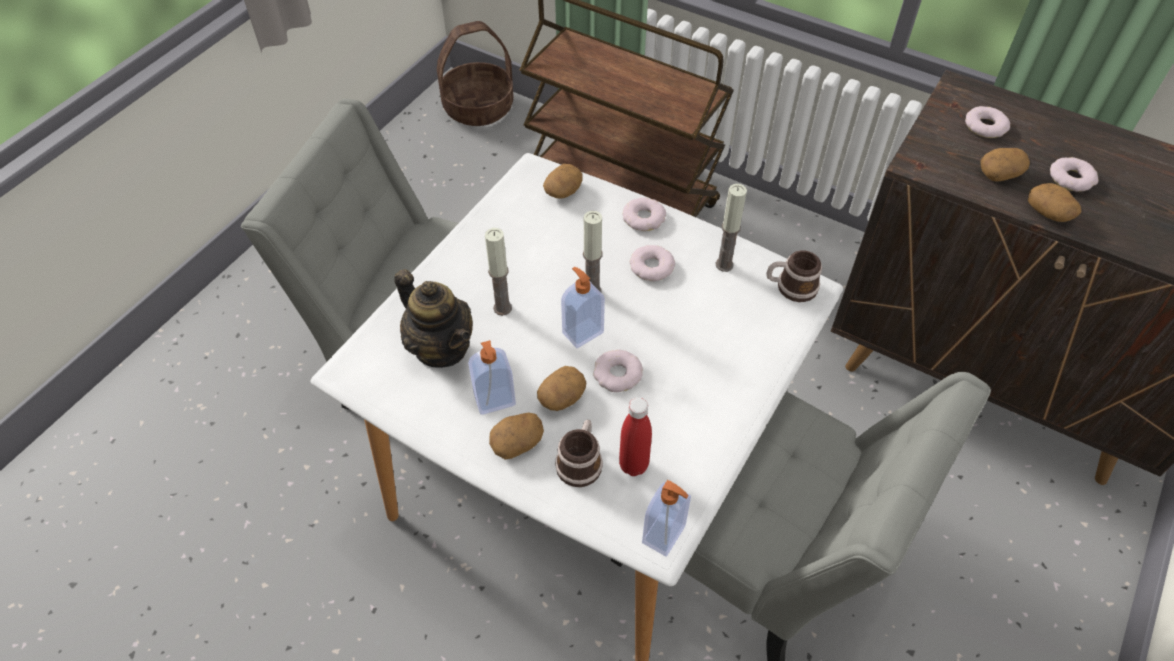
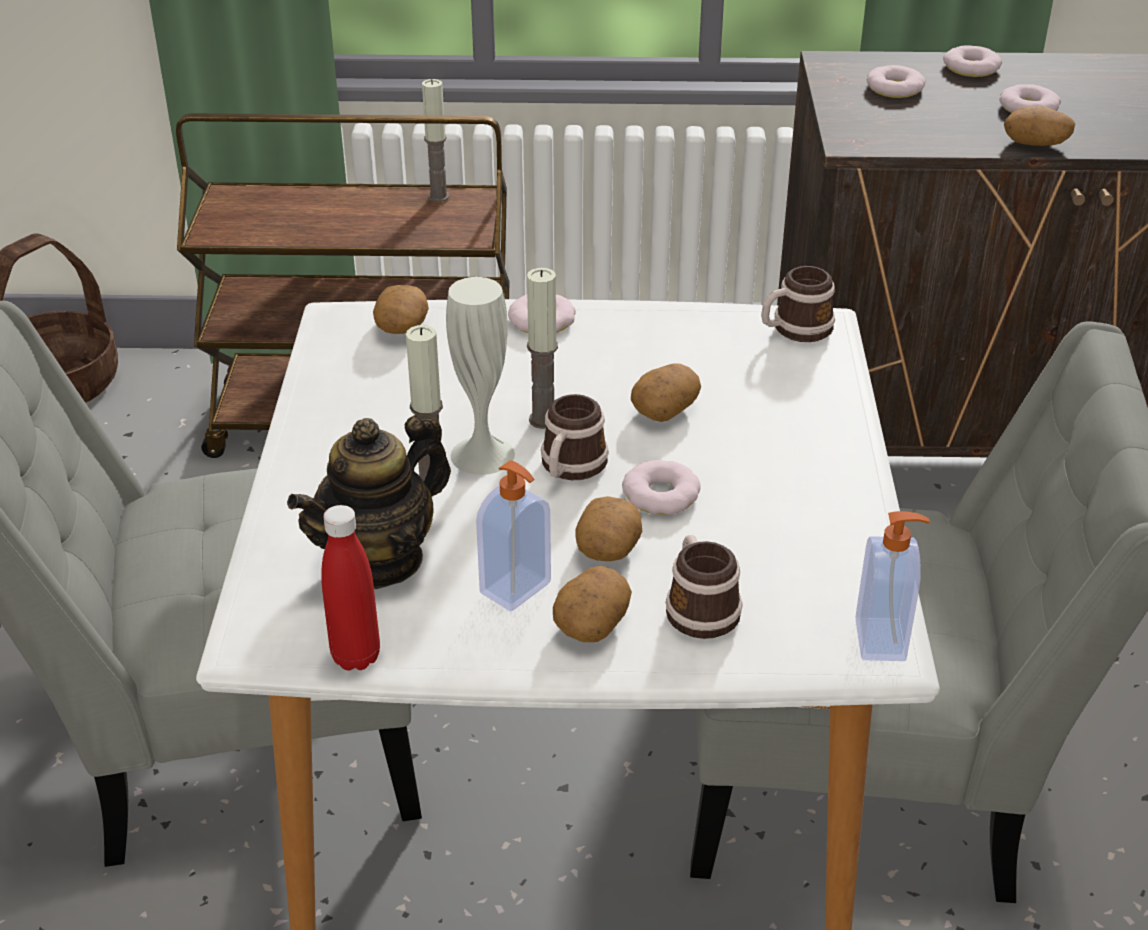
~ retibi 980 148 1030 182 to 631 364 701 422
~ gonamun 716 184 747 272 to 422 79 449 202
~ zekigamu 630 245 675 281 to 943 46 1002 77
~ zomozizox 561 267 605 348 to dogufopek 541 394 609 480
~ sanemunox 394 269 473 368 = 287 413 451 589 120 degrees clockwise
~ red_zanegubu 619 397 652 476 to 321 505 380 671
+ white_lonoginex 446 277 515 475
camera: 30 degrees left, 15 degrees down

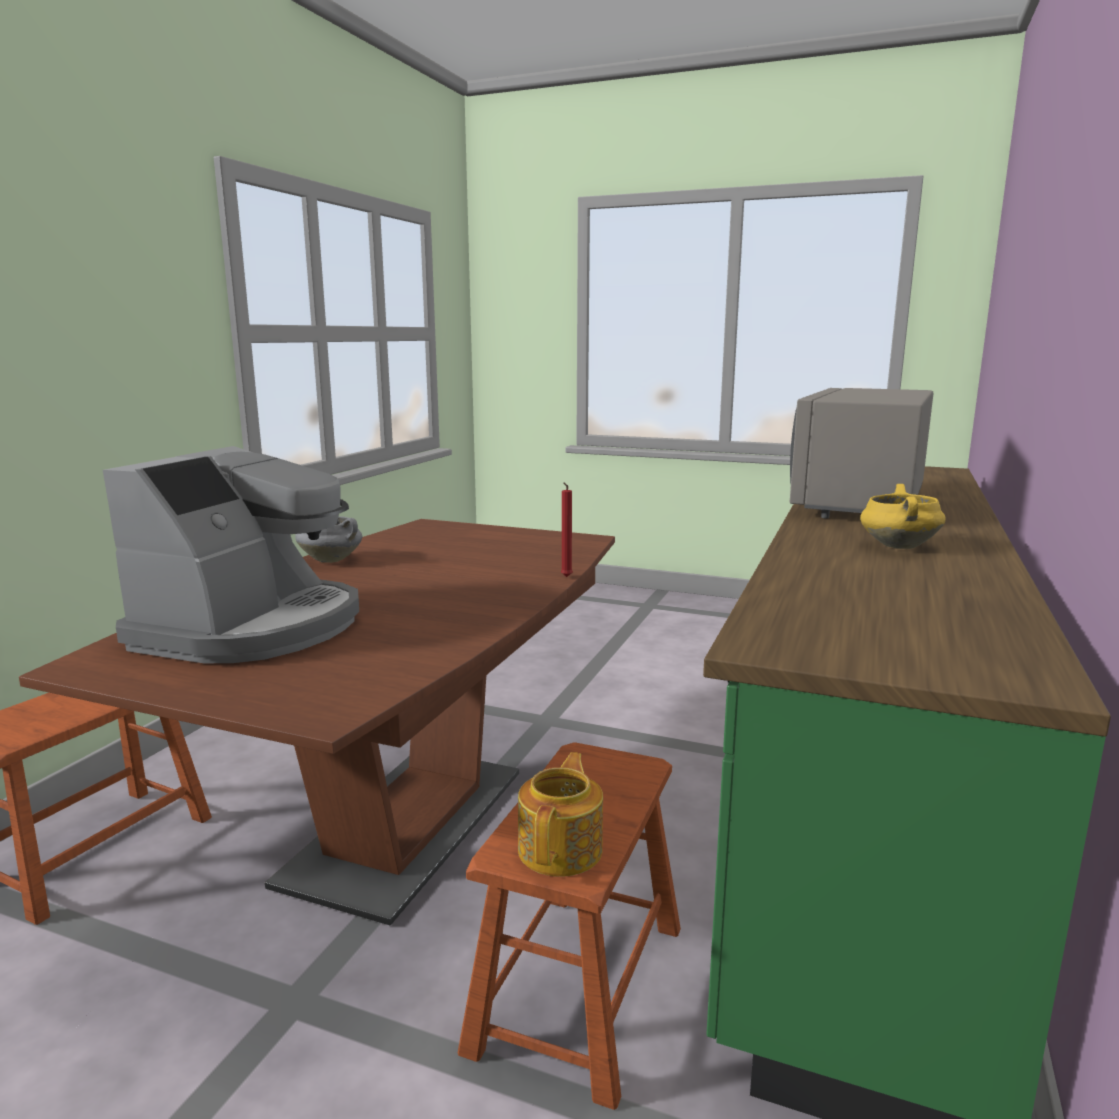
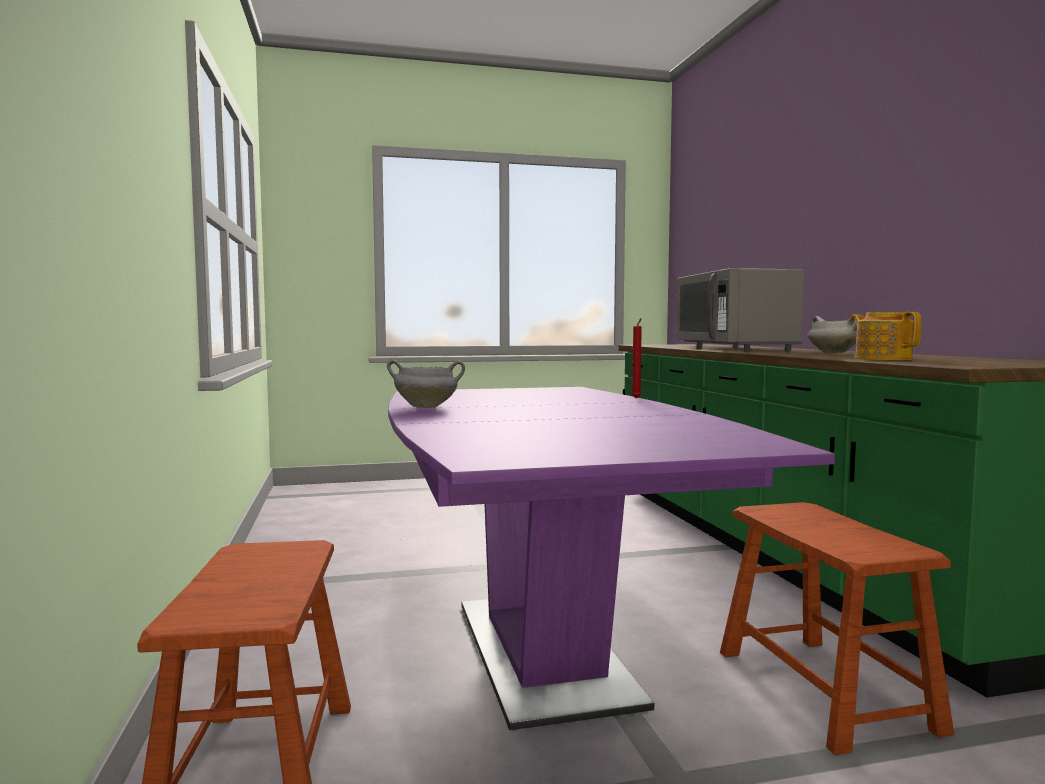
- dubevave 103 446 359 663
~ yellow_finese 860 484 946 549 to white_finese 808 316 857 353
~ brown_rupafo 19 519 615 925 to purple_rupafo 388 387 835 730
~ sanemunox 518 752 603 877 to 851 312 921 360
camera: 35 degrees left, 10 degrees down

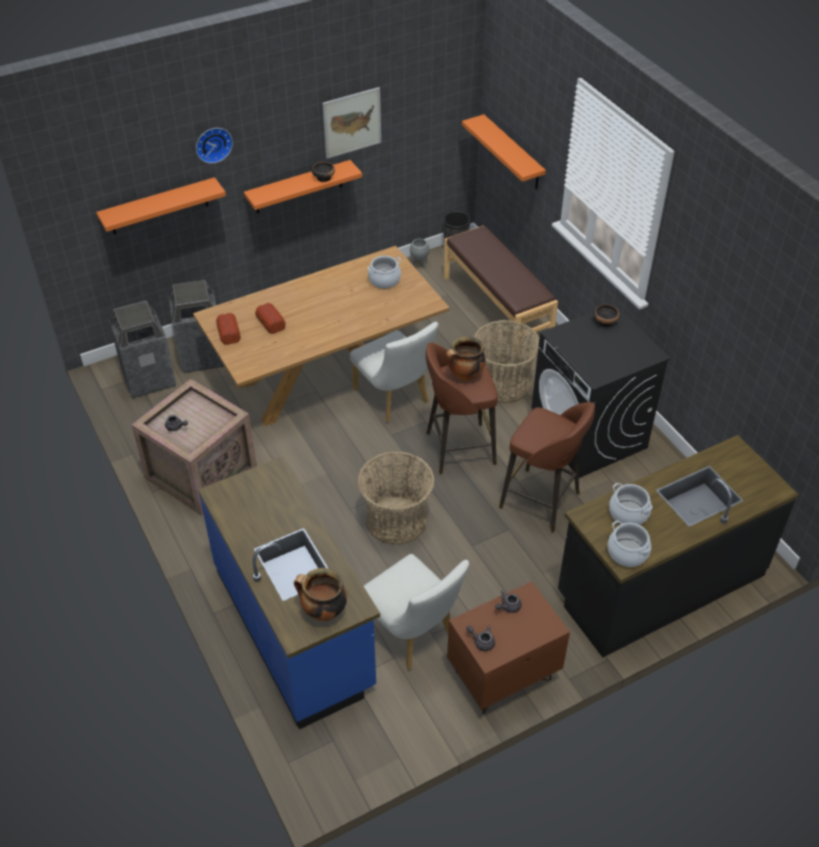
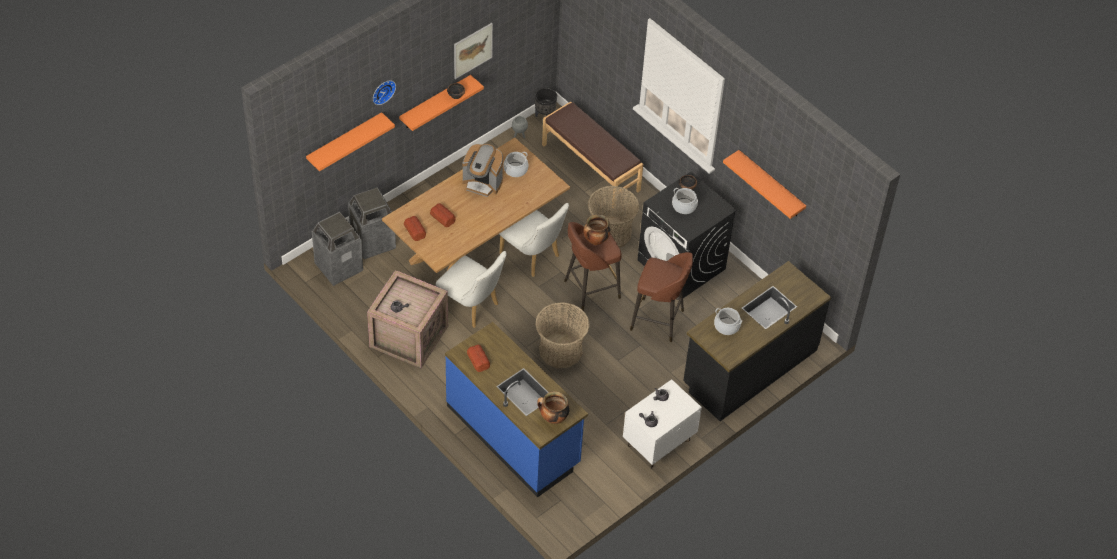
~ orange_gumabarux 462 114 546 189 to 723 150 806 219
~ finese 608 520 651 567 to 672 188 698 214
~ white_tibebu 364 554 469 670 to 436 251 507 328
~ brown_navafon 447 581 570 714 to white_navafon 623 379 702 469
+ dubevave 462 144 503 197
+ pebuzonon 467 344 490 372
camera: 15 degrees left, 5 degrees up

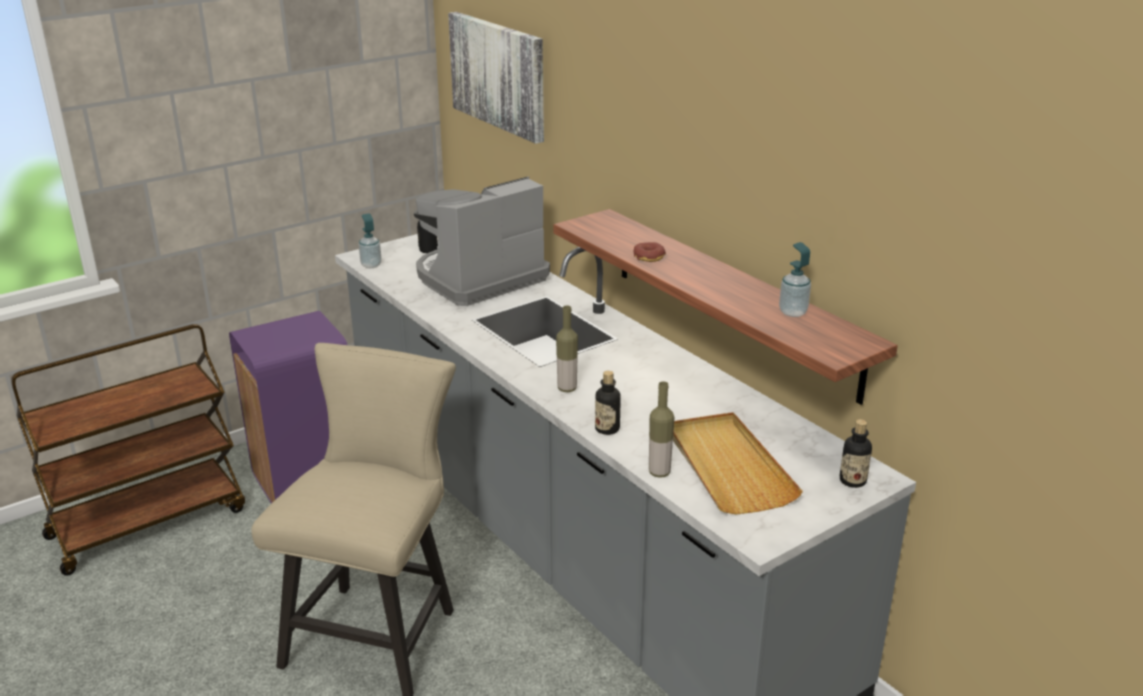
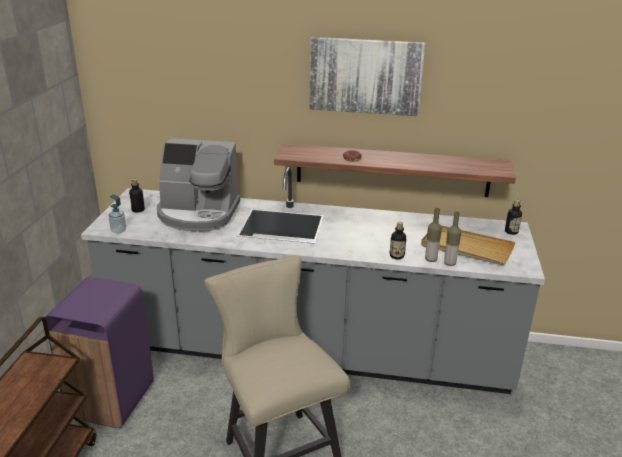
~ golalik 448 12 544 144 to 309 37 426 116
~ dubevave 414 177 550 306 = 157 138 240 232 90 degrees counterclockwise
- zomozizox 779 242 811 317
~ zanegubu 556 305 578 392 to 425 208 442 262
camera: 45 degrees left, 0 degrees up

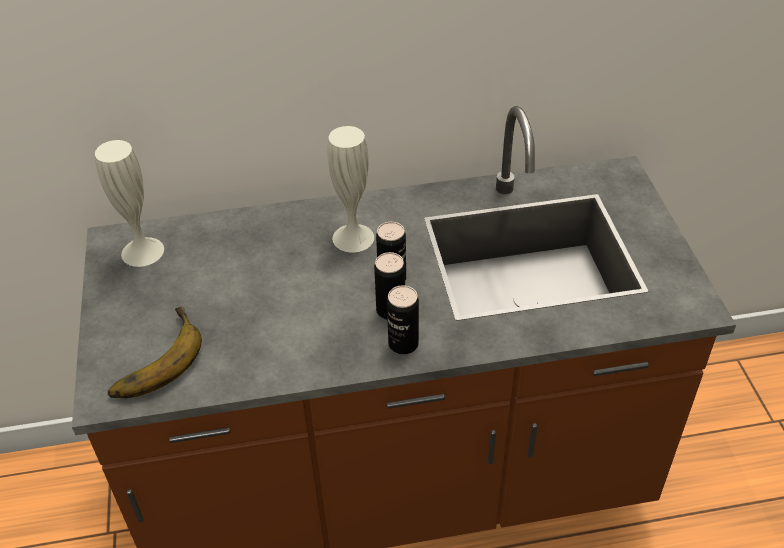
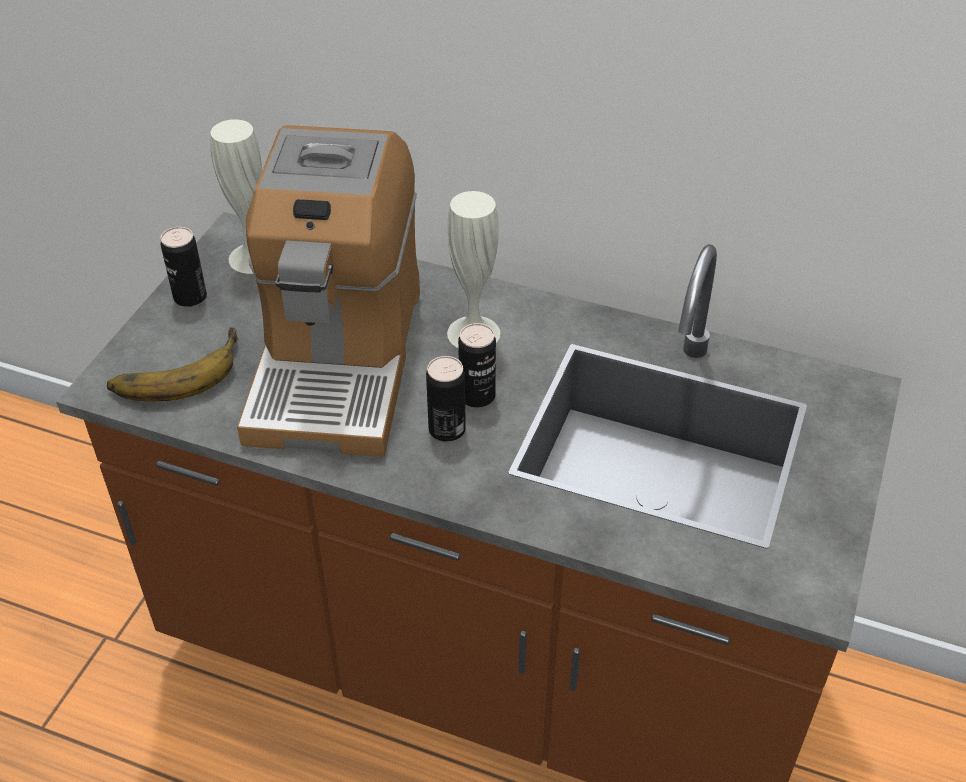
~ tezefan 387 285 419 354 to 160 227 207 307
+ dubevave 237 125 420 457
camera: 30 degrees right, 0 degrees up

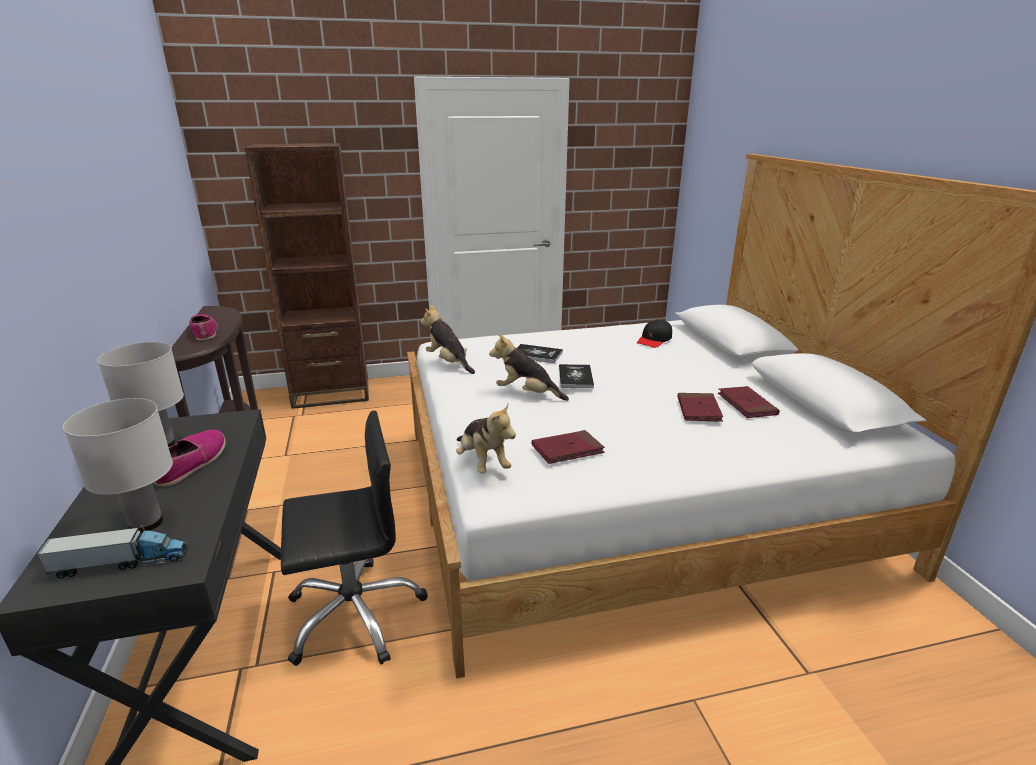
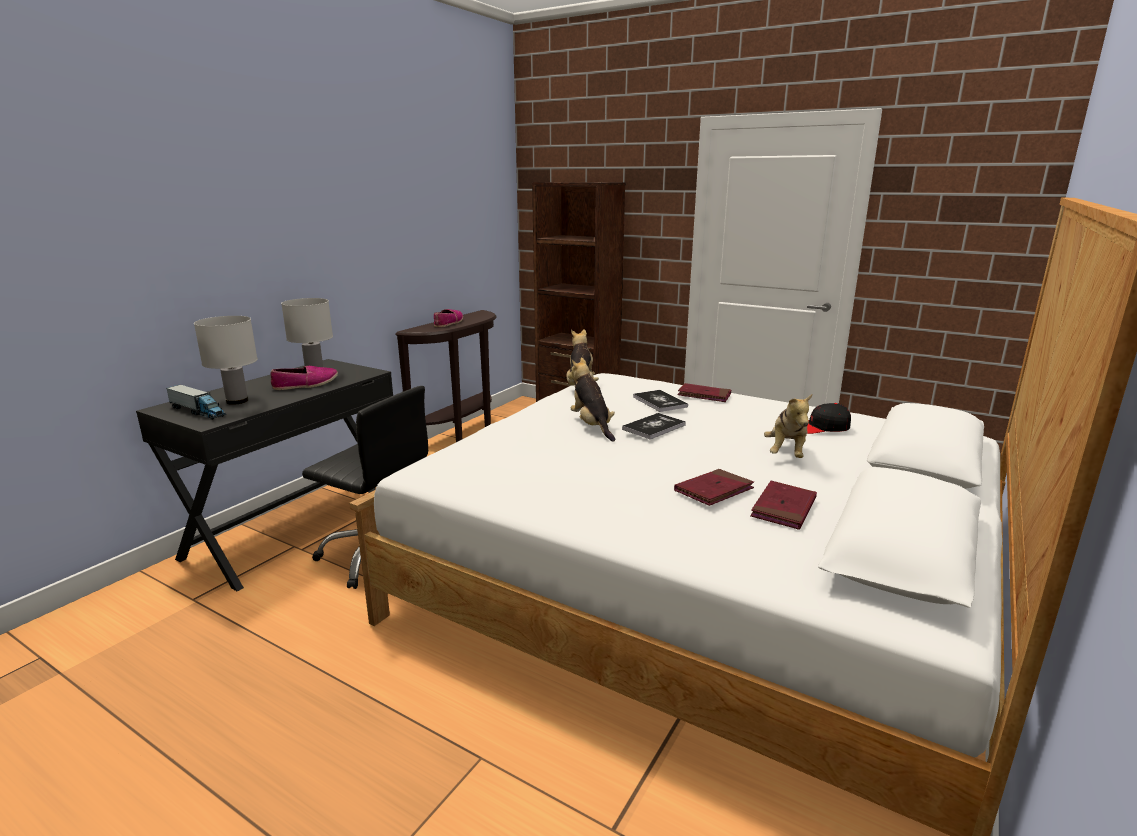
~ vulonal 456 404 516 473 to 764 394 812 458
~ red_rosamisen 532 430 605 464 to 677 383 731 402
camera: 45 degrees right, 5 degrees down

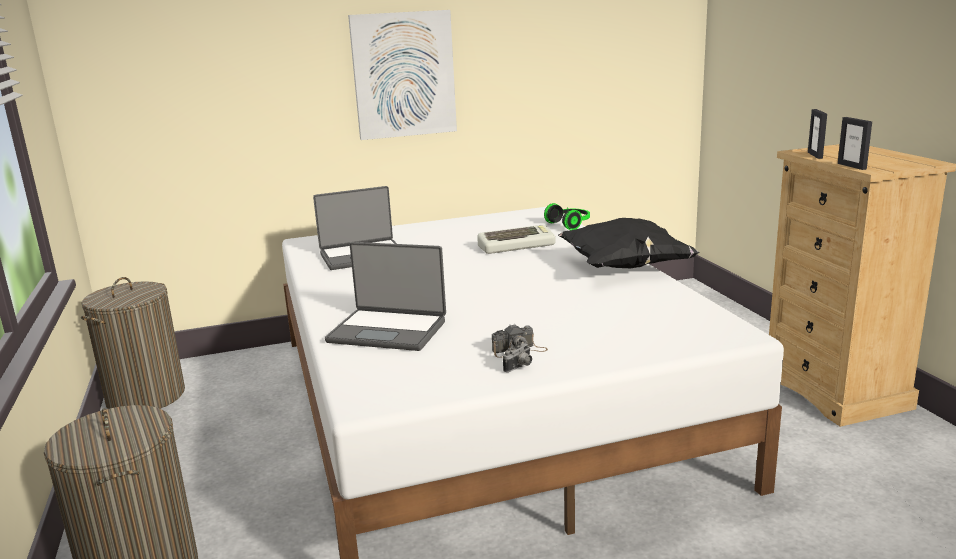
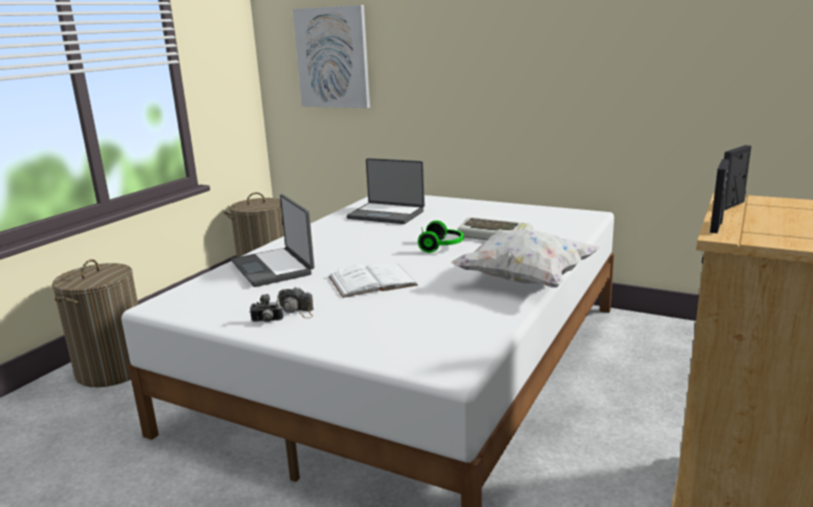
~ golalik 348 10 457 140 to 293 5 370 108
~ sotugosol 544 203 590 230 to 418 220 464 253
~ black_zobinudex 558 218 700 268 to white_zobinudex 451 229 600 288
+ white_rosamisen 329 264 418 298
camera: 45 degrees right, 0 degrees up

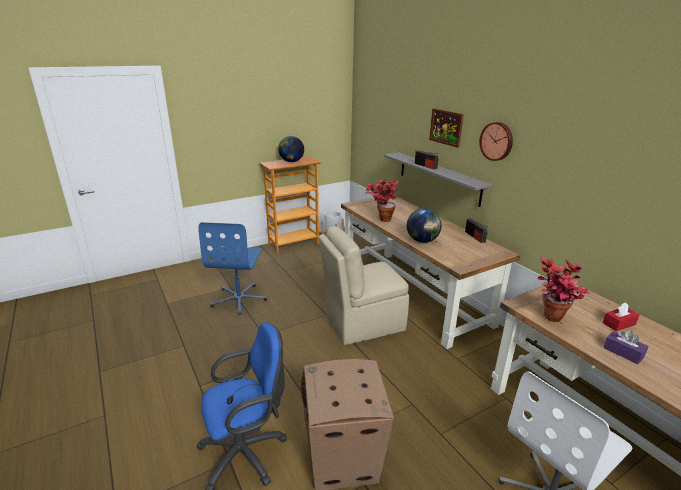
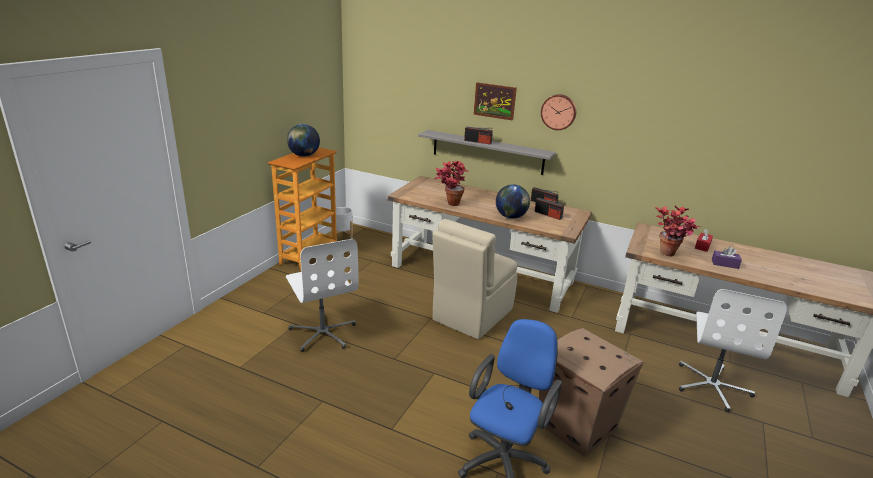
~ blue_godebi 198 222 267 315 to white_godebi 286 239 359 352
+ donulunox 535 198 564 220
camera: 35 degrees left, 0 degrees up

